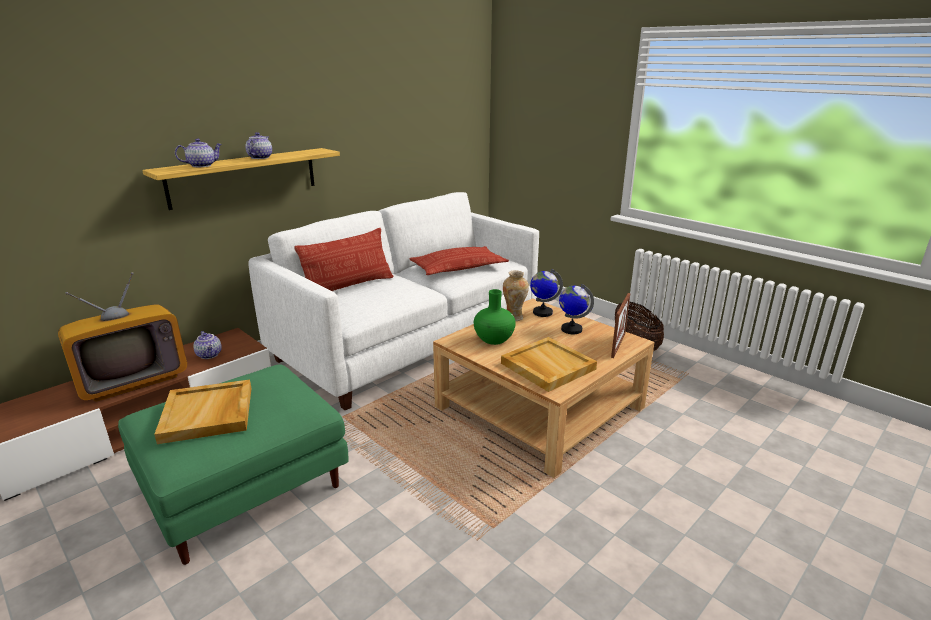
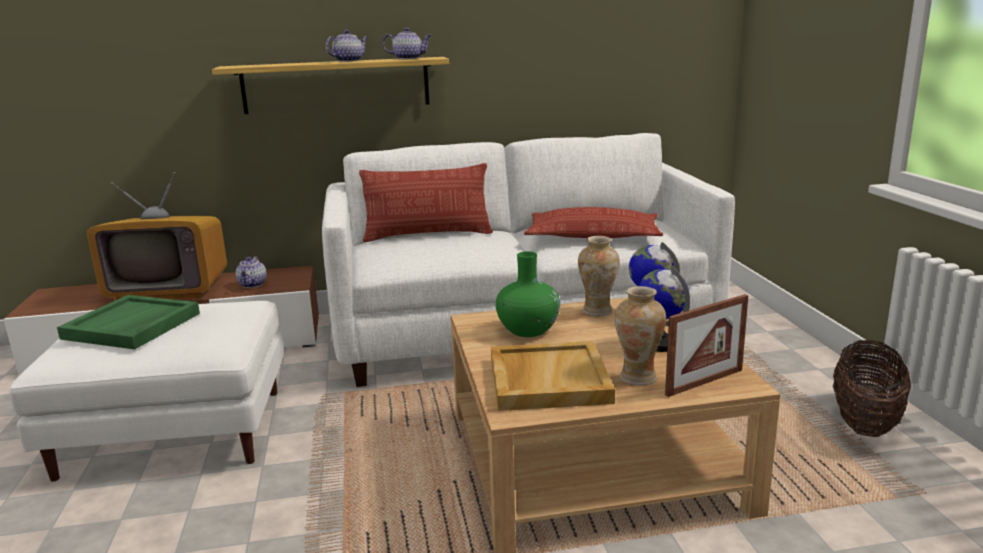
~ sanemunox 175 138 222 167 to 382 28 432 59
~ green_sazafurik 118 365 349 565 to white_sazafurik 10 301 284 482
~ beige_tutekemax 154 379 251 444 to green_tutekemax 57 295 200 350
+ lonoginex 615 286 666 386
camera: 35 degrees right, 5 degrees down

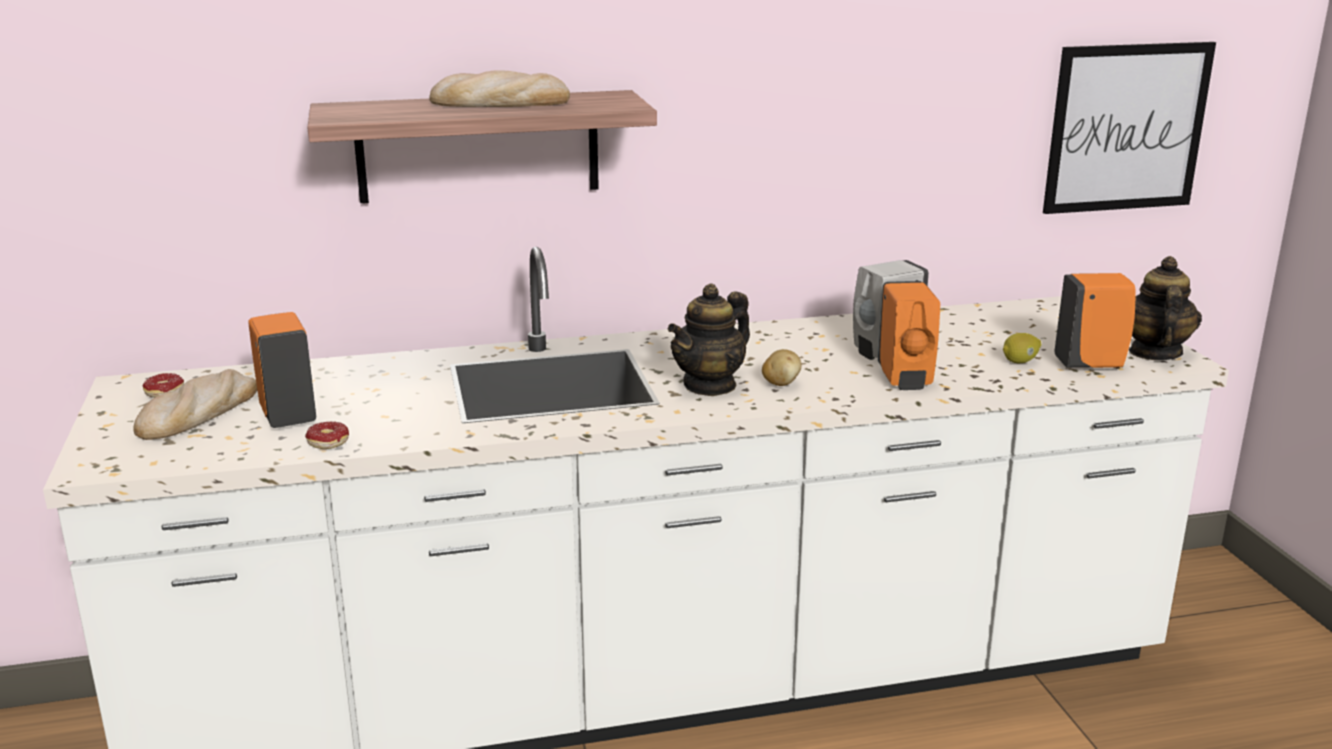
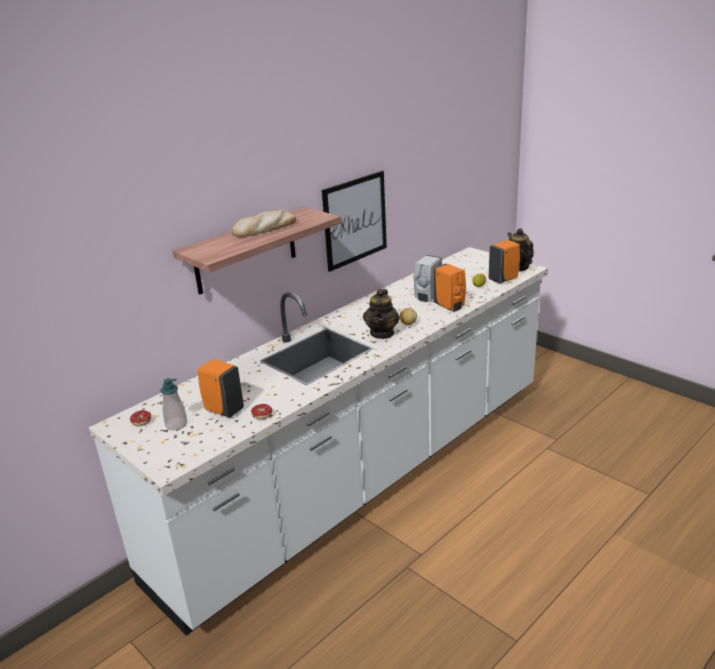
~ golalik 1043 42 1216 214 to 322 171 387 272
~ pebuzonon 133 369 257 440 to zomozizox 160 378 188 430
camera: 30 degrees left, 5 degrees up

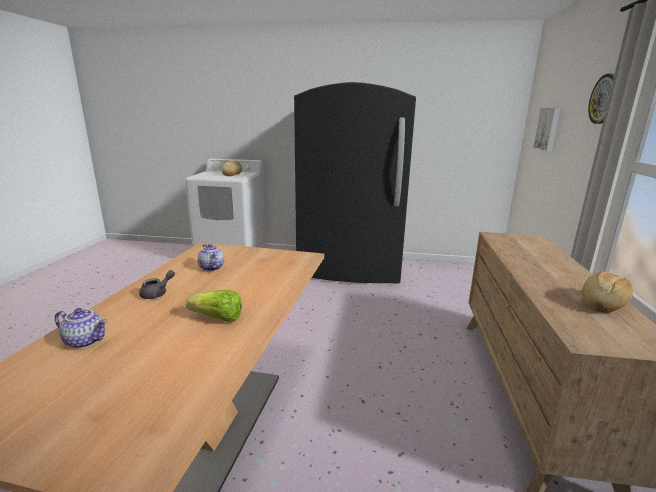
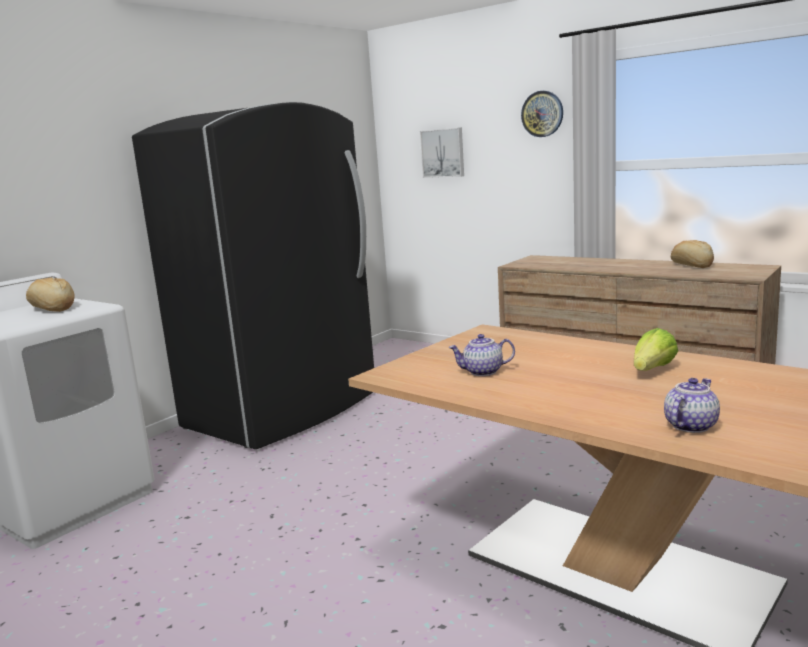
- grey_sanemunox 139 270 175 299
camera: 60 degrees left, 5 degrees down

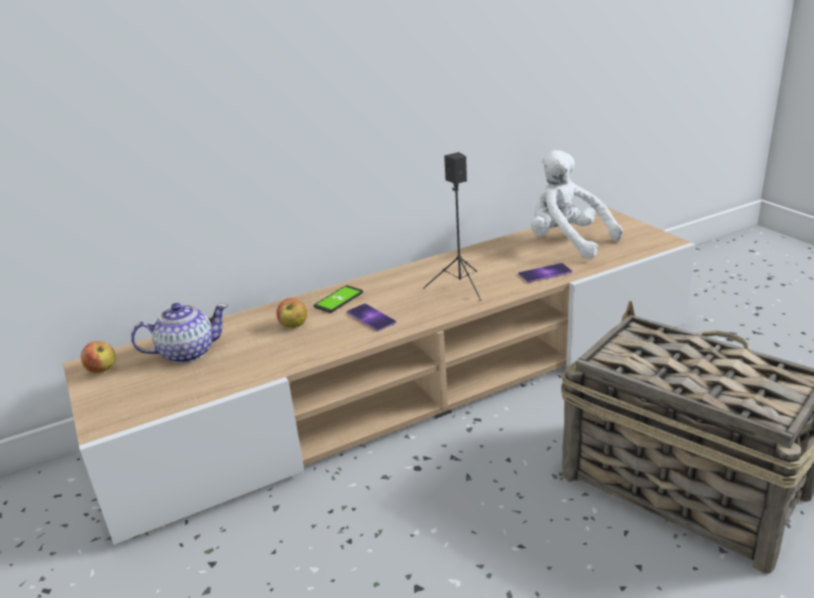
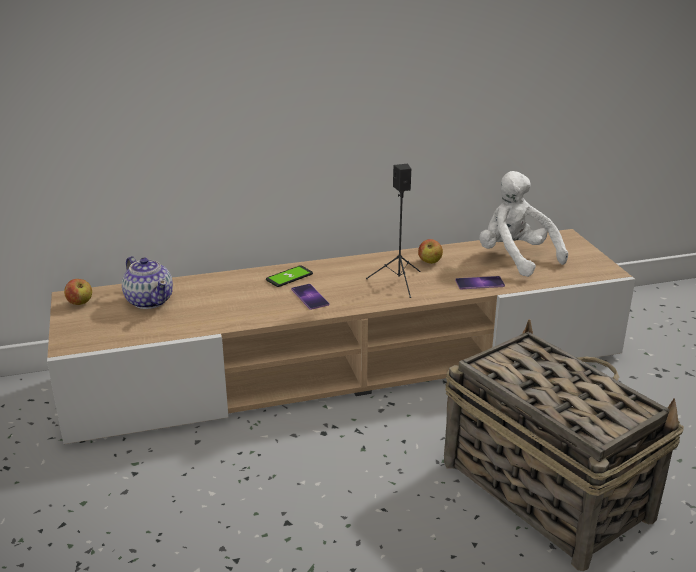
~ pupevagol 277 298 307 328 to 418 239 443 264
~ sanemunox 131 303 228 363 = 122 256 173 309 60 degrees clockwise
camera: 10 degrees right, 0 degrees up

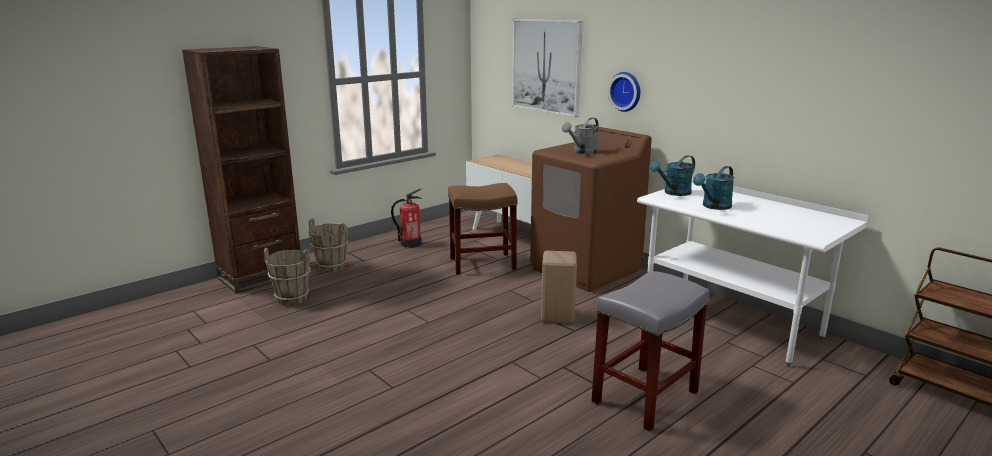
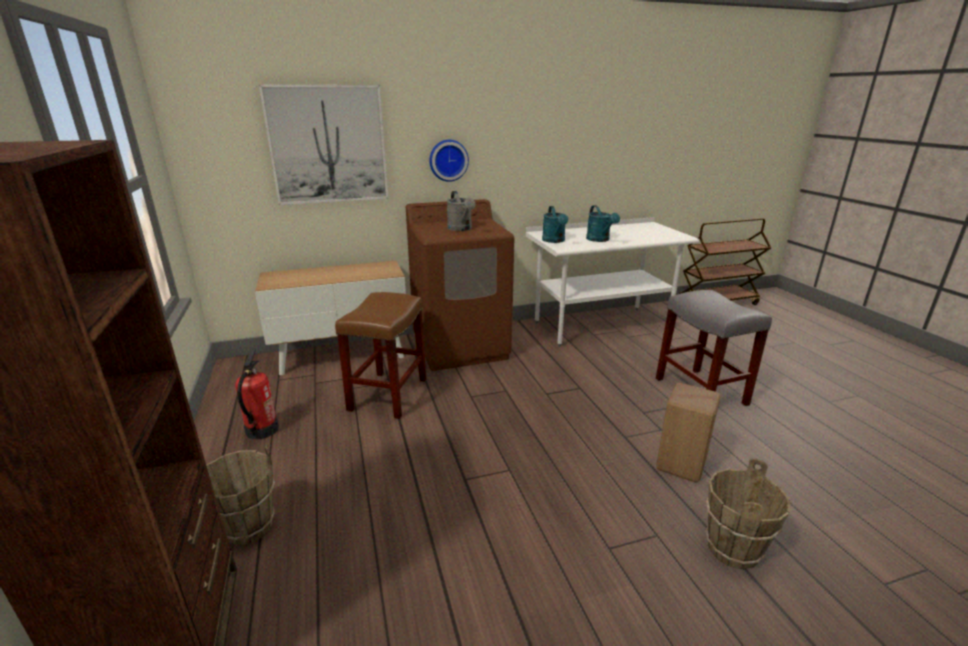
~ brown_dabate 264 248 311 306 to 706 459 790 569
~ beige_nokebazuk 541 251 577 324 to 656 383 720 483
camera: 65 degrees left, 5 degrees up

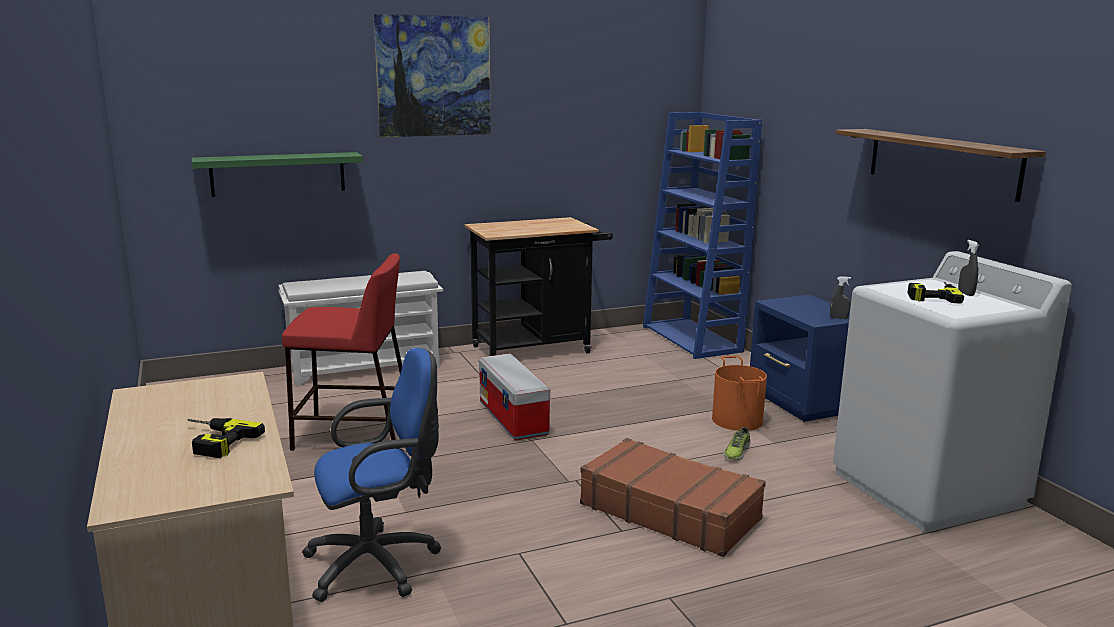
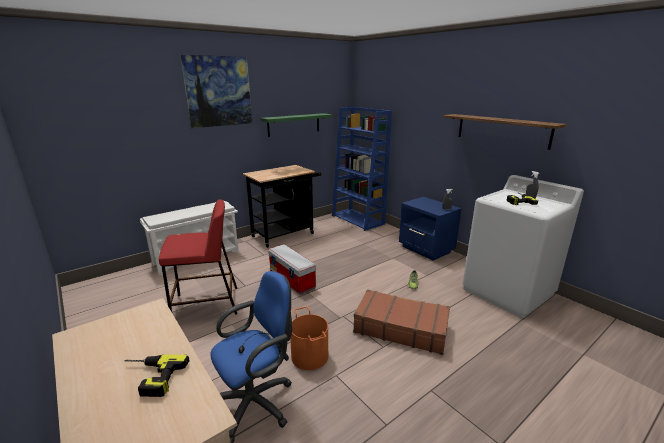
~ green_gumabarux 192 152 363 197 to 261 113 332 137
~ orange_dabate 712 356 767 431 to 290 306 328 370
camera: 15 degrees left, 5 degrees up

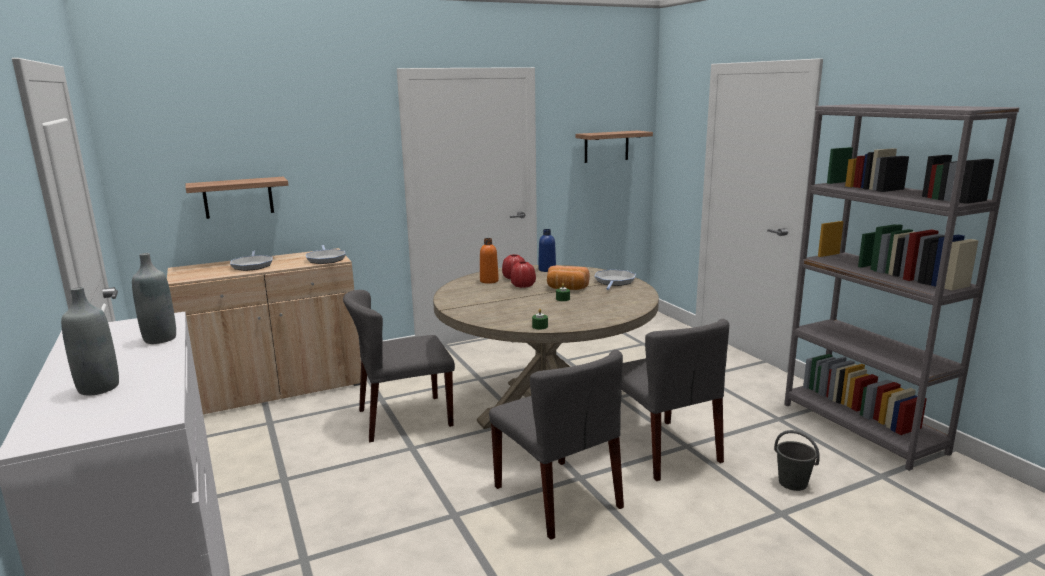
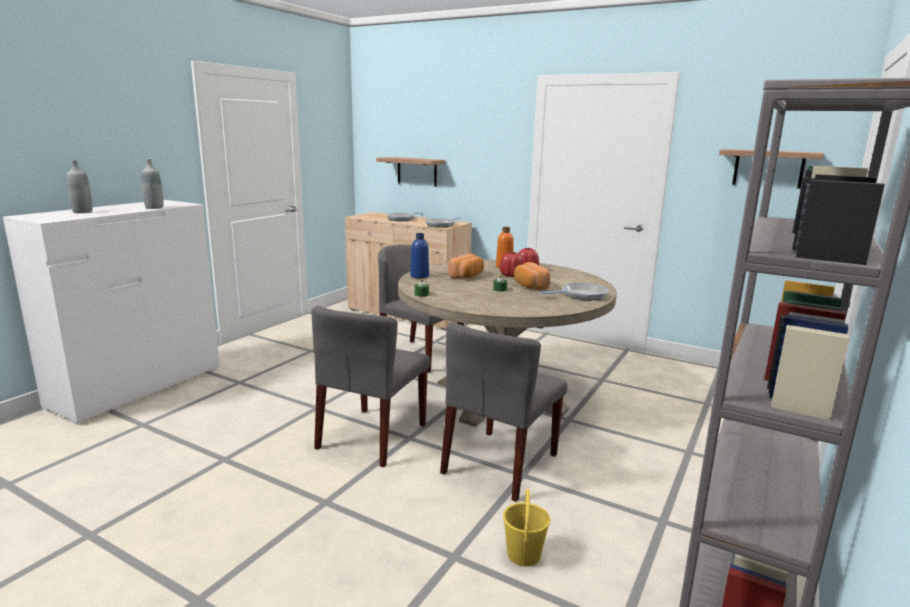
~ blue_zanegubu 538 229 556 272 to 410 233 429 278
~ grey_dabate 774 430 820 491 to yellow_dabate 503 489 550 567
+ pebuzonon 448 253 484 278
camera: 55 degrees right, 0 degrees up

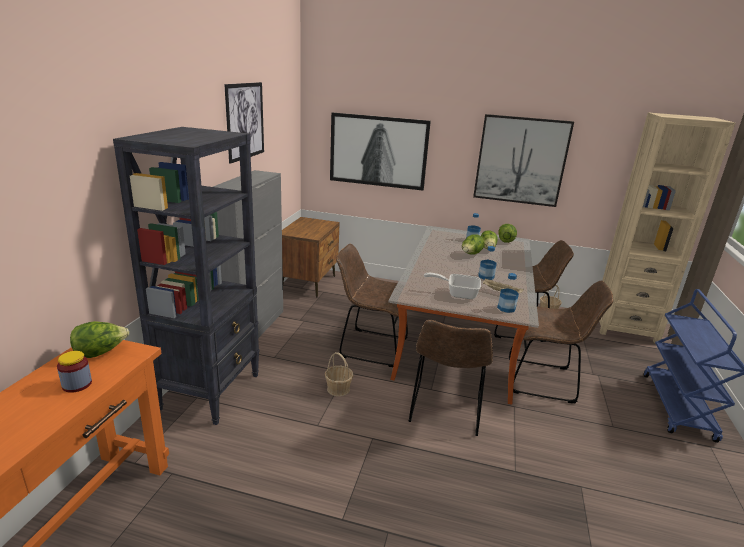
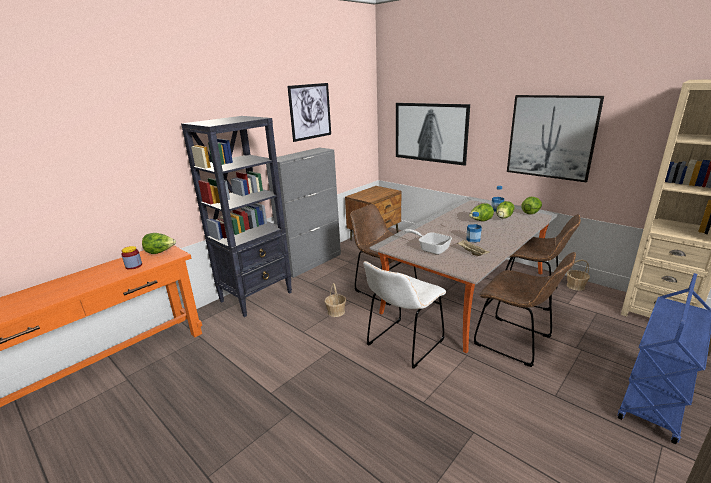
- zanegubu 497 273 519 313
~ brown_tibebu 408 320 493 436 to white_tibebu 363 261 446 369
camera: 30 degrees right, 0 degrees up

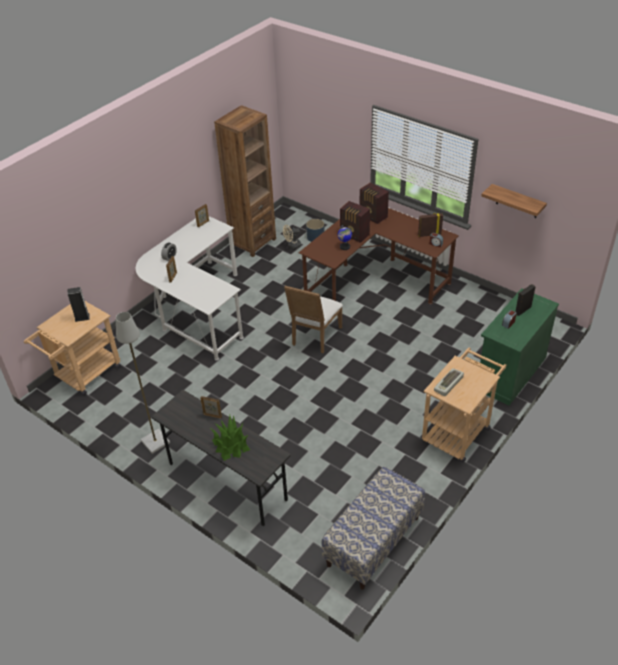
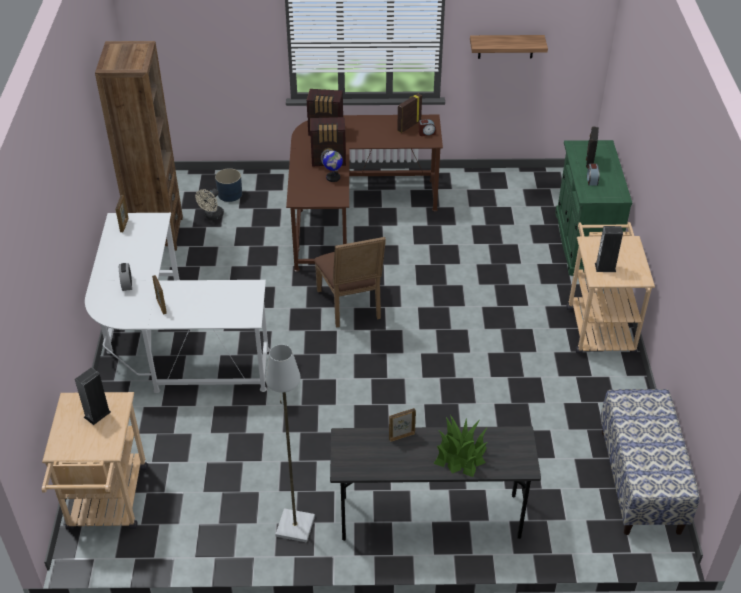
~ white_tibebu 284 286 343 353 to brown_tibebu 314 237 386 328
~ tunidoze 434 368 464 396 to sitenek 595 226 623 272
camera: 40 degrees left, 0 degrees up

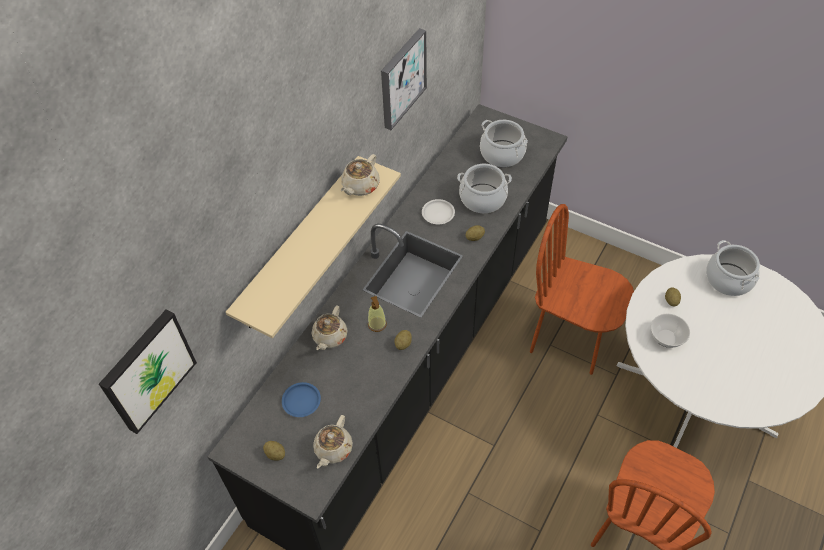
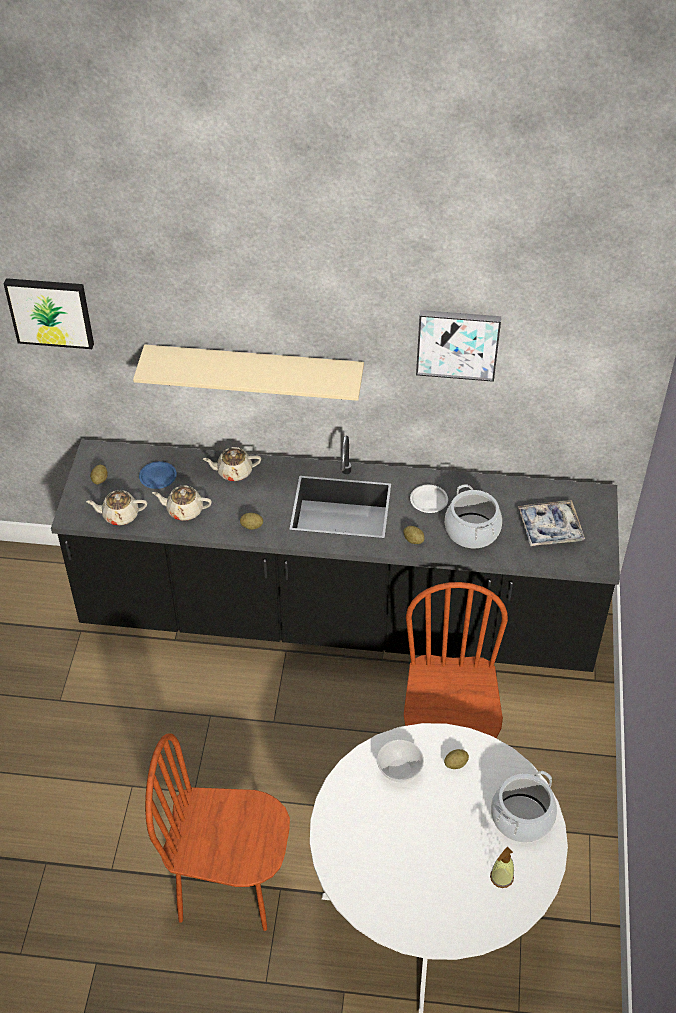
~ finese 480 120 528 167 to tutekemax 518 500 585 546
~ beige_sanemunox 341 154 380 196 to 152 486 212 521
~ zomozizox 368 296 387 332 to 490 847 514 888
camera: 65 degrees right, 5 degrees down

